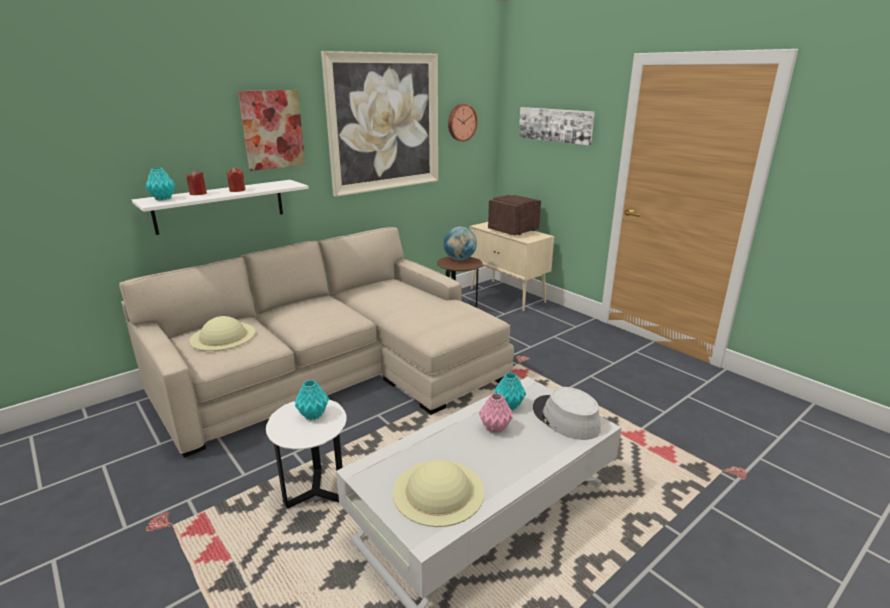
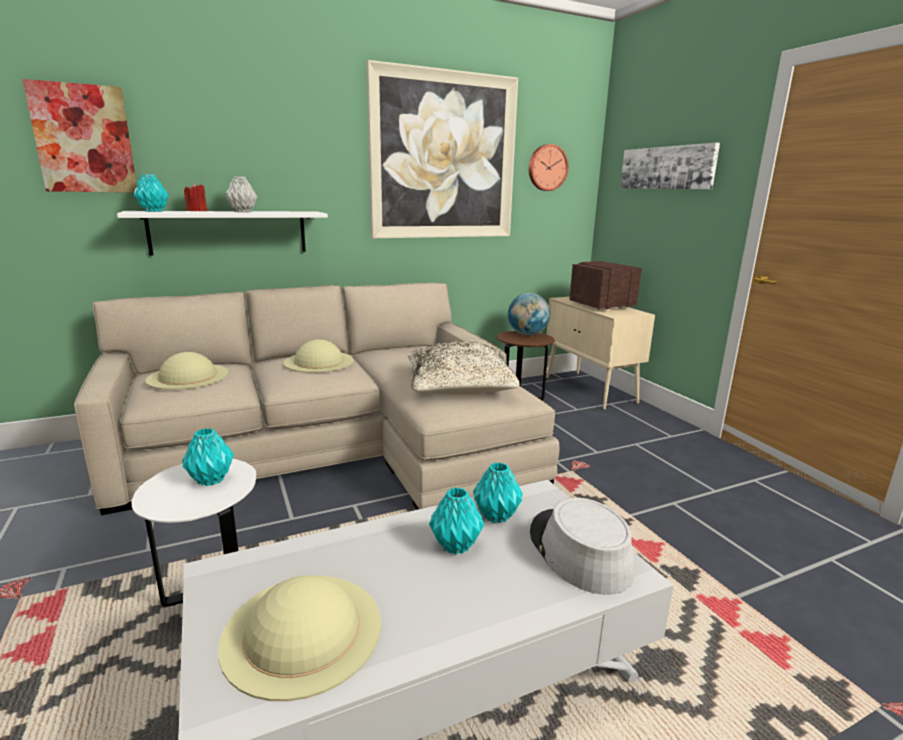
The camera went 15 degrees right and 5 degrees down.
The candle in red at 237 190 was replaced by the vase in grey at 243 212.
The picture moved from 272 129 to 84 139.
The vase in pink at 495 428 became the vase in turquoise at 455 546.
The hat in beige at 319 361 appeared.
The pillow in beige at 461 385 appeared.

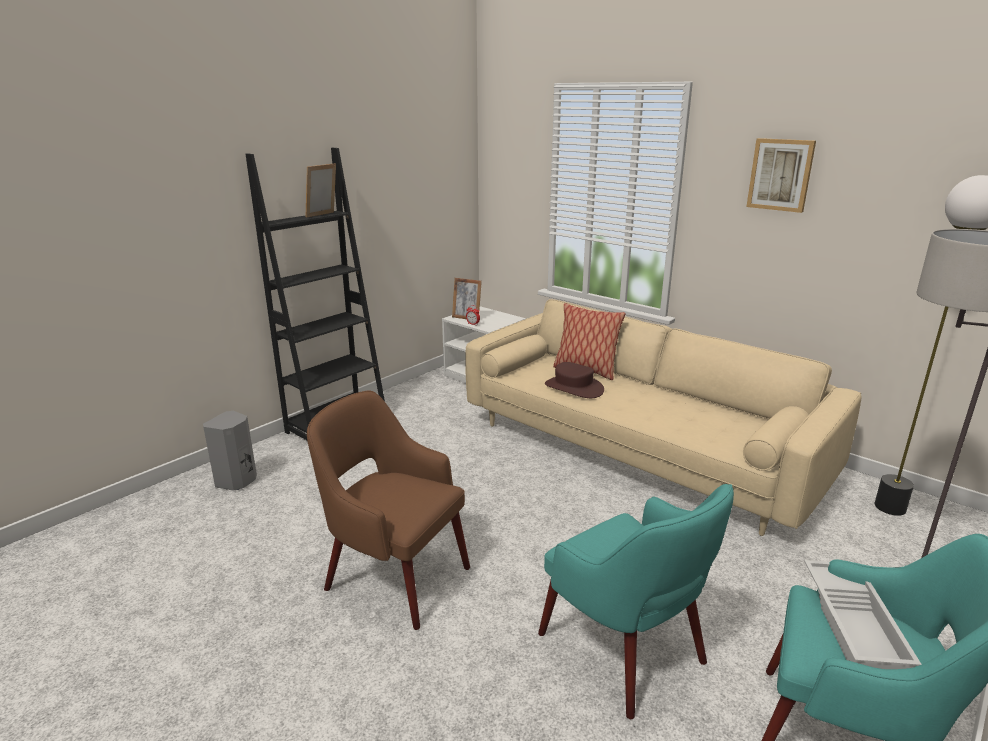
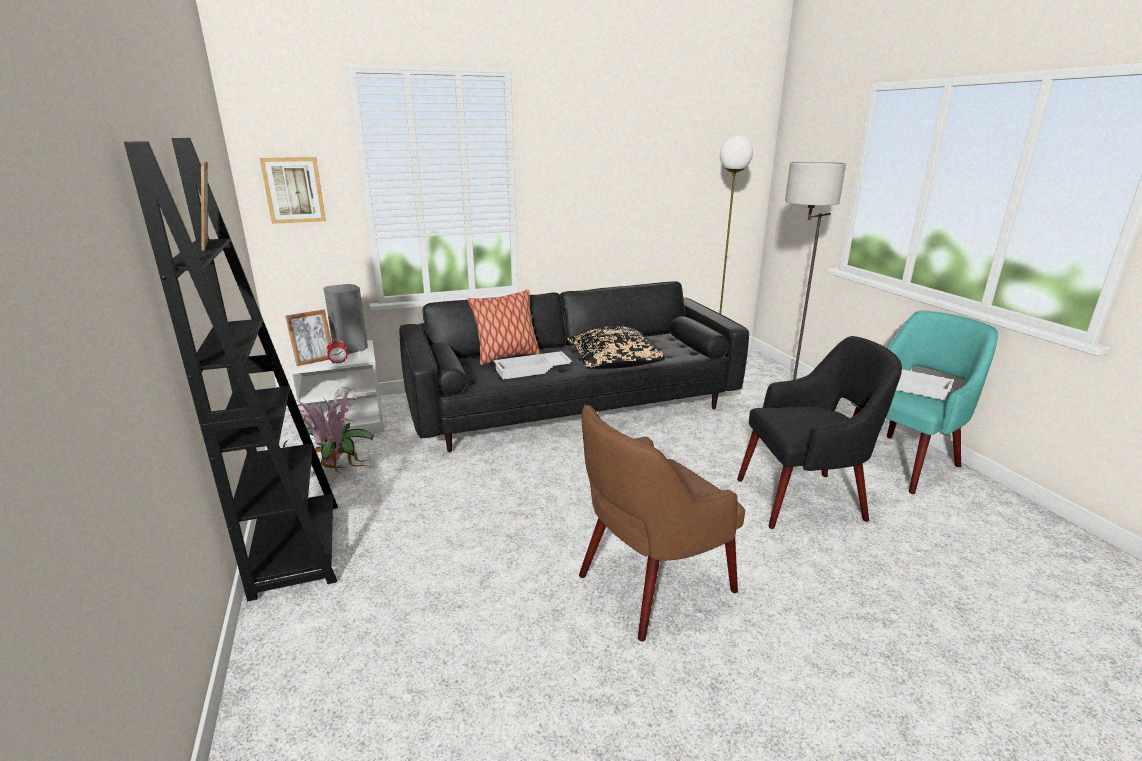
The camera went 60 degrees left and 0 degrees up.
The speaker in grey moved from 237 481 to 351 349.
The sofa in beige at 638 449 became the sofa in black at 572 405.
The armchair in turquoise at 624 650 became the armchair in black at 803 499.
The hat in brown at 573 388 was replaced by the tray in white at 532 370.
The picture moved from 780 175 to 294 190.
The potted plant at 334 470 appeared.
The pillow in black at 615 360 appeared.

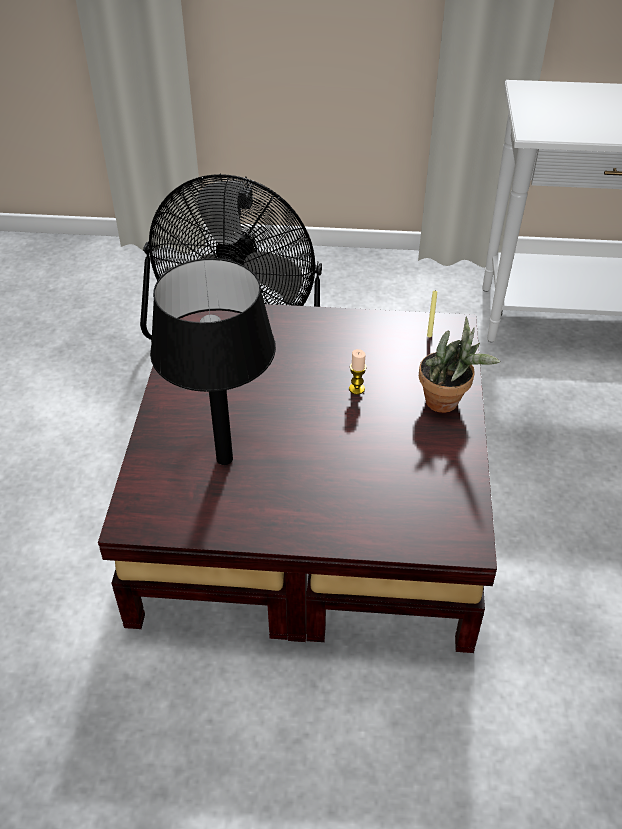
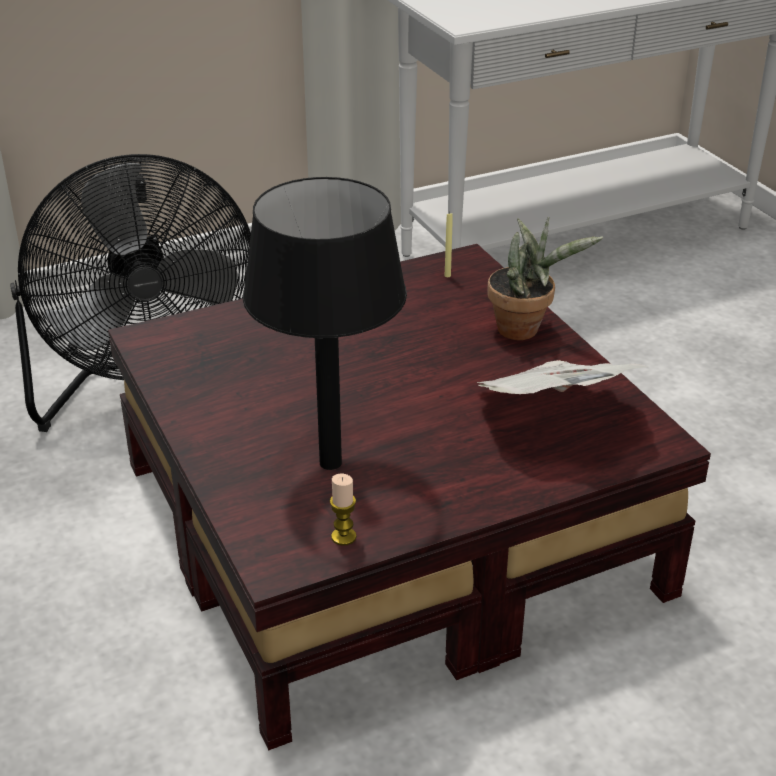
The camera went 30 degrees left and 10 degrees down.
The candle moved from 356 389 to 343 537.
The newspaper at 555 412 appeared.

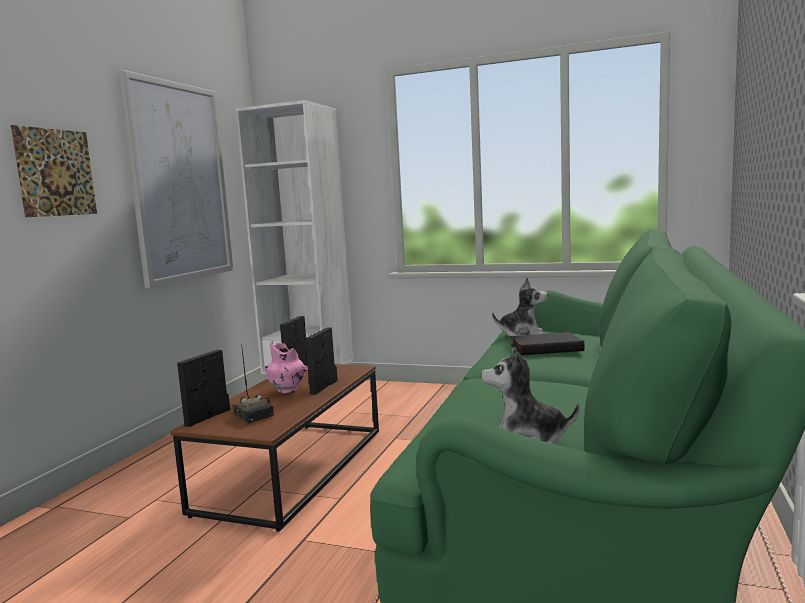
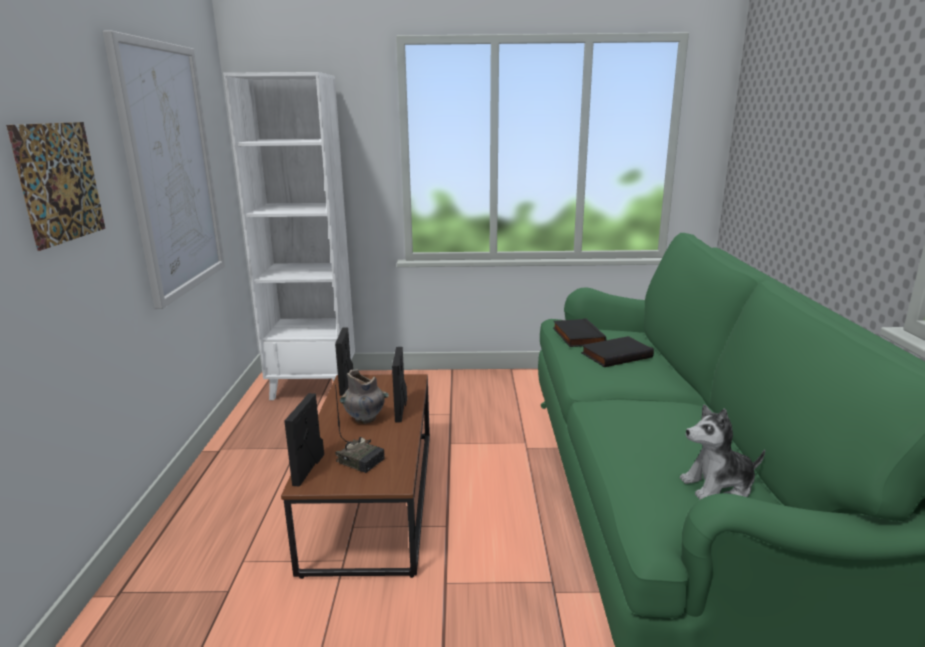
The camera went 20 degrees left and 10 degrees up.
The vase in pink at 288 390 became the vase in grey at 365 419.
The plush toy at 522 334 was replaced by the book in black at 576 336.

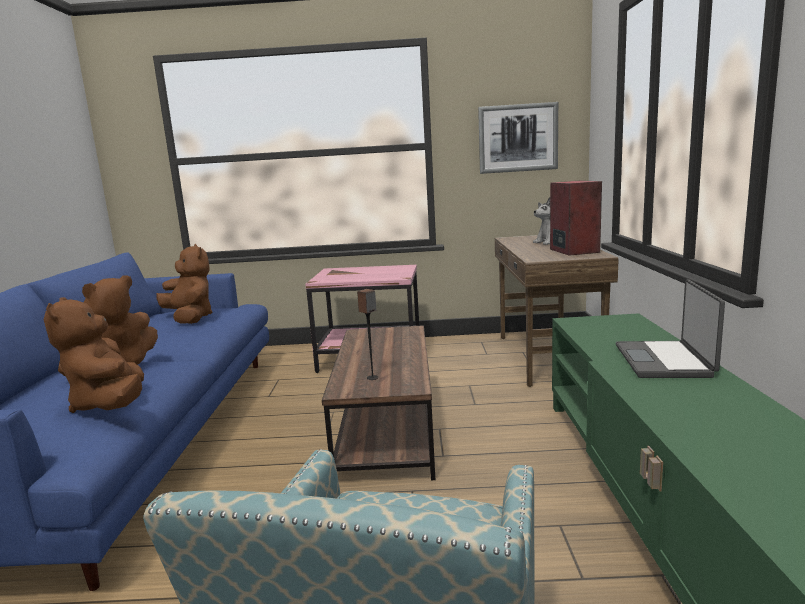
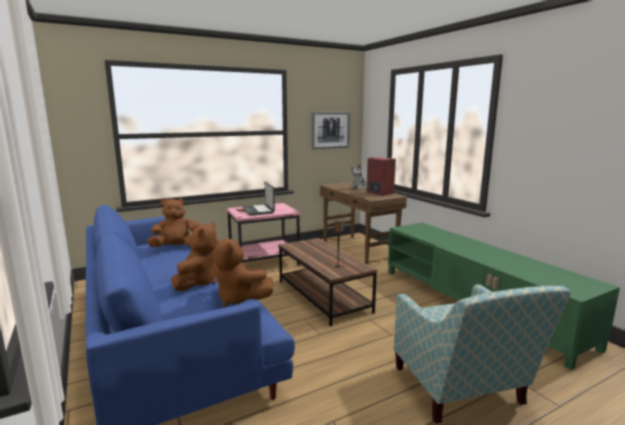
The camera went 30 degrees left and 0 degrees up.
The plush toy in brown at 190 318 turned 45 degrees counterclockwise.
The laptop moved from 665 361 to 259 211.

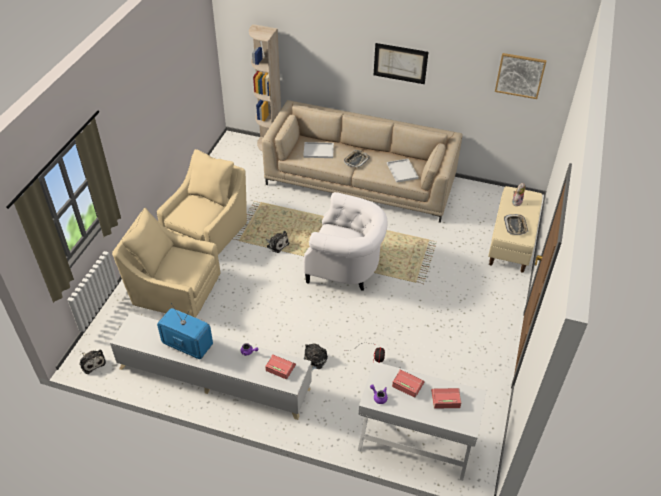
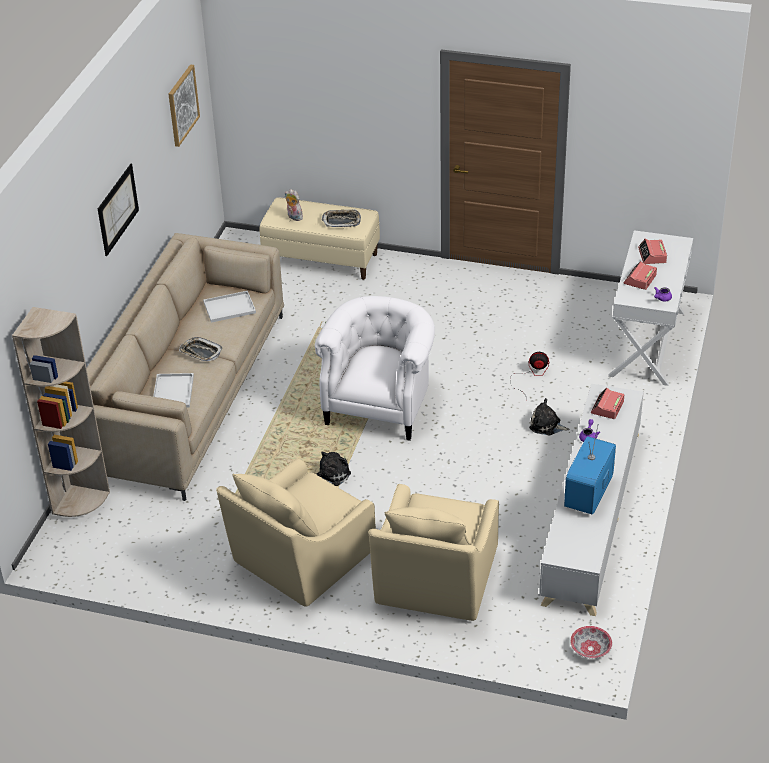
The camera went 90 degrees left and 5 degrees down.
The plush toy at 92 362 was replaced by the bowl at 590 649.
The armchair in beige at 207 230 turned 75 degrees counterclockwise.

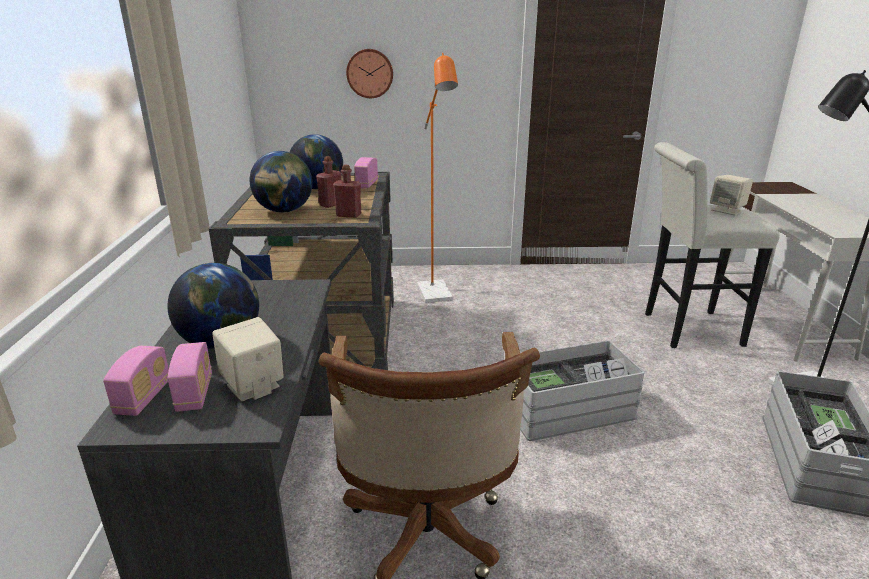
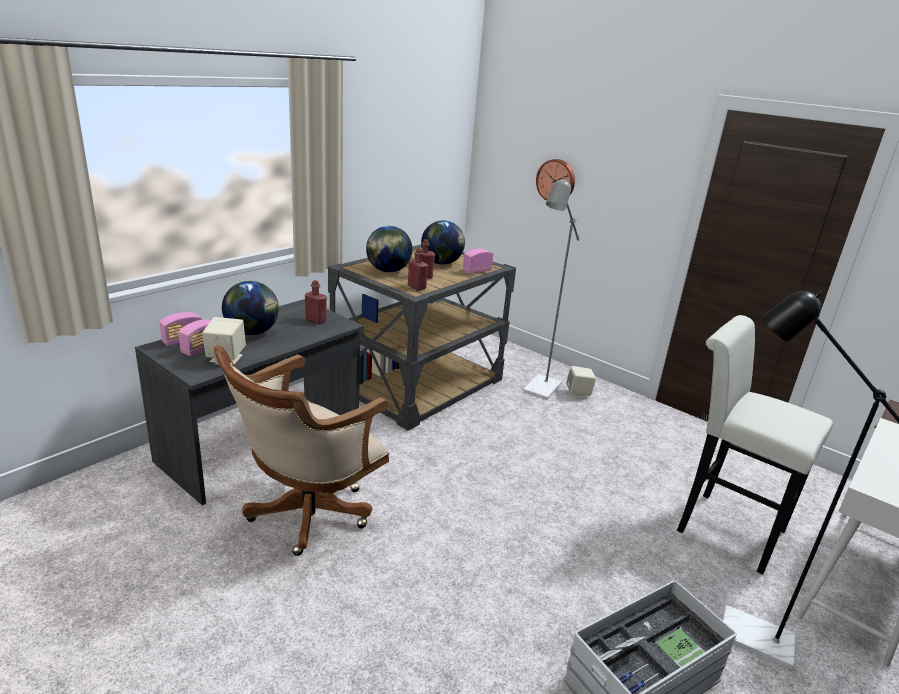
The camera went 40 degrees right and 0 degrees up.
The floor lamp in orange at 436 296 became the floor lamp in grey at 539 391.
The storage box in grey at 568 409 disappeared.
The speaker in beige moved from 727 210 to 578 394.
The bottle in red at 316 320 appeared.

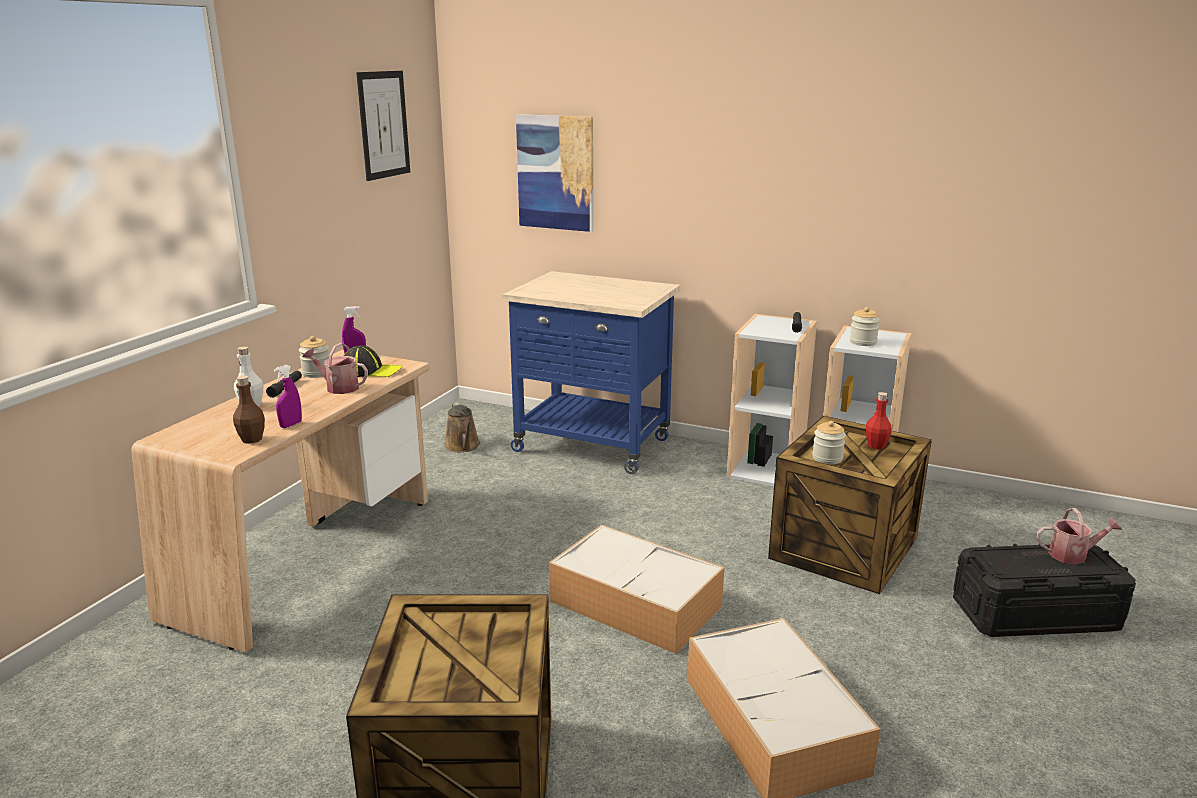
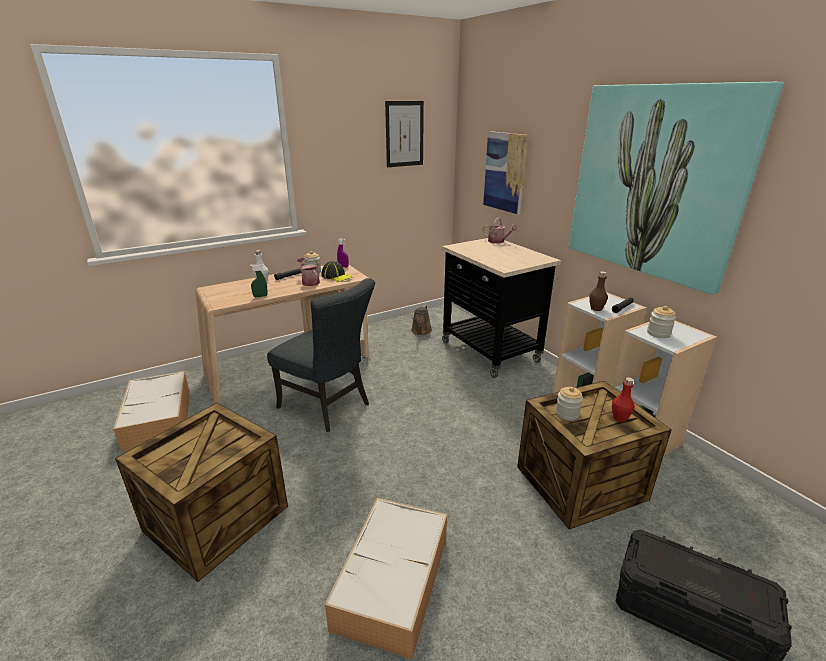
The camera went 35 degrees right and 5 degrees up.
The bottle in brown moved from 252 439 to 596 308.
The spray bottle in purple at 291 425 became the spray bottle in green at 260 296.
The cart in blue at 593 445 became the cart in black at 490 352.
The storage box moved from 637 604 to 159 419.
The watering can moved from 1072 555 to 498 241.
The chair in grey at 329 406 appeared.
The picture at 656 183 appeared.

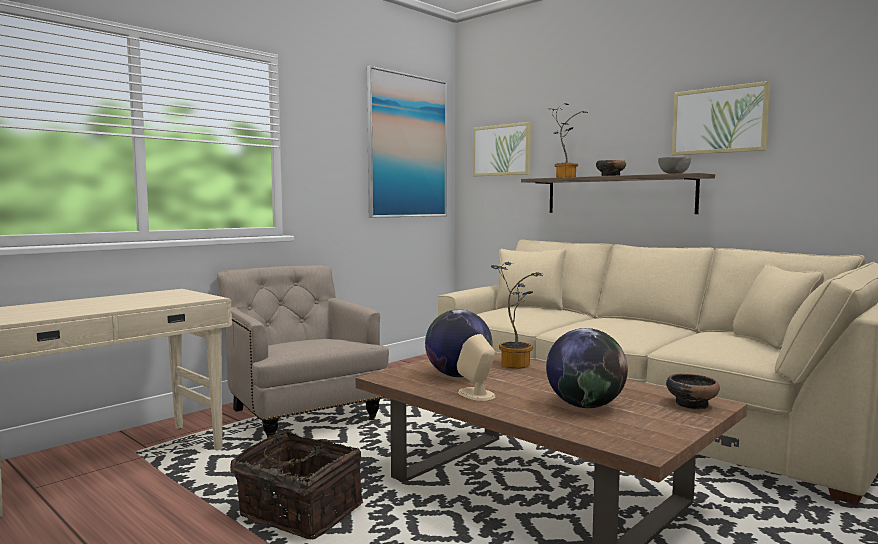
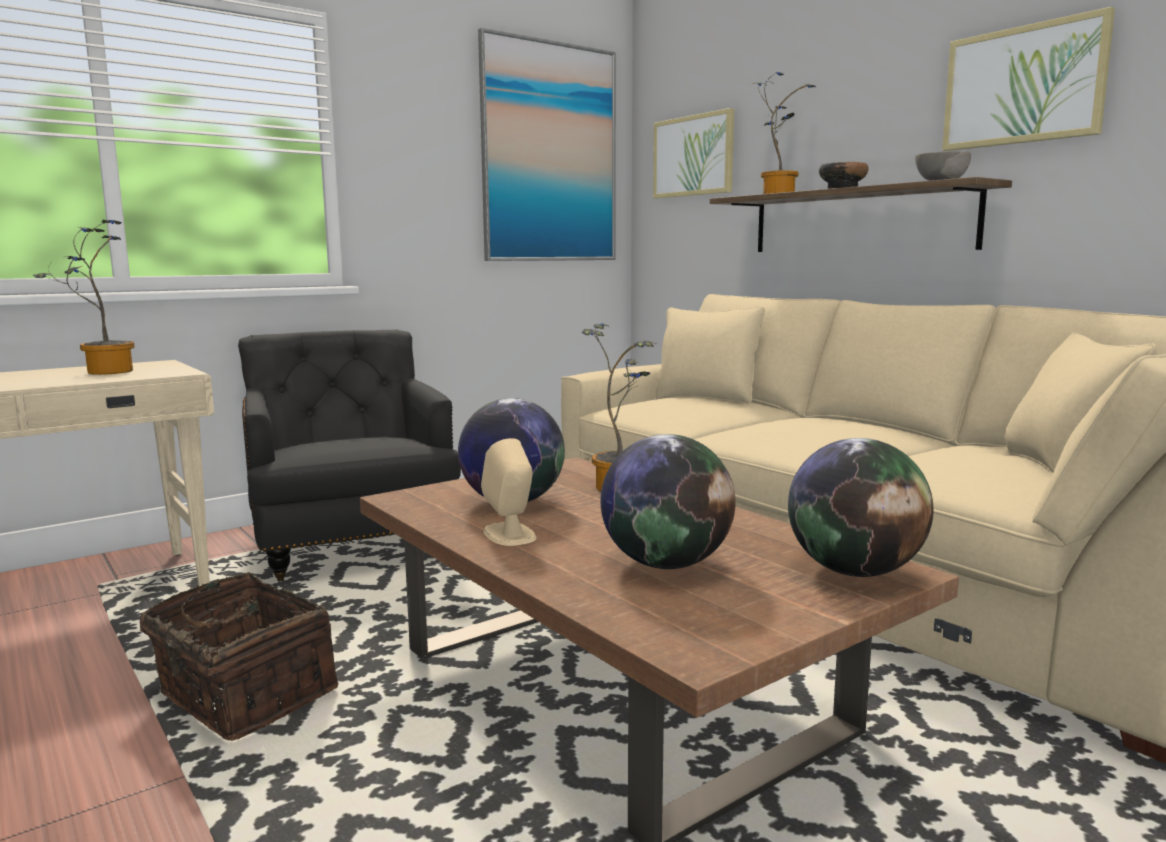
The camera went 10 degrees right and 5 degrees up.
The armchair in beige at 300 413 became the armchair in black at 351 541.
The bowl at 691 404 was replaced by the globe at 854 571.
The potted plant at 103 372 appeared.

